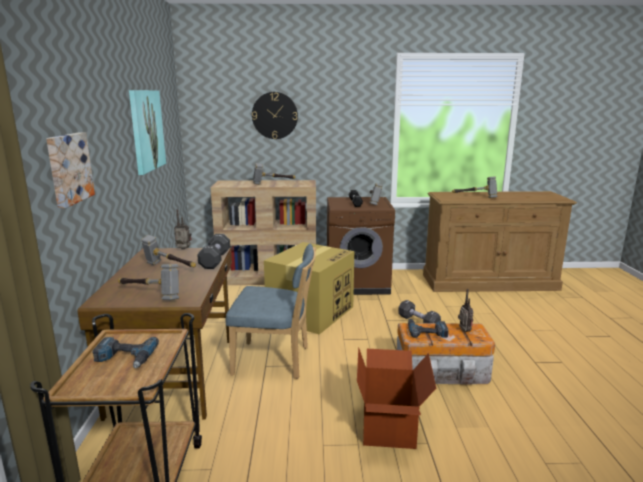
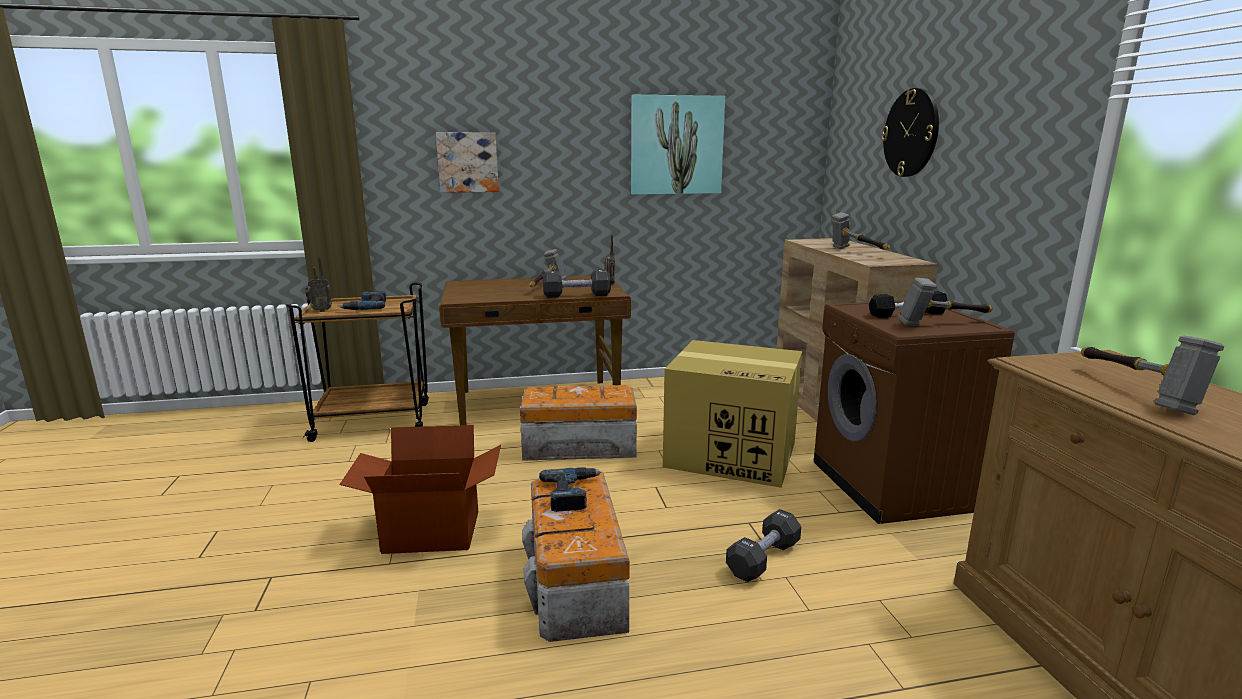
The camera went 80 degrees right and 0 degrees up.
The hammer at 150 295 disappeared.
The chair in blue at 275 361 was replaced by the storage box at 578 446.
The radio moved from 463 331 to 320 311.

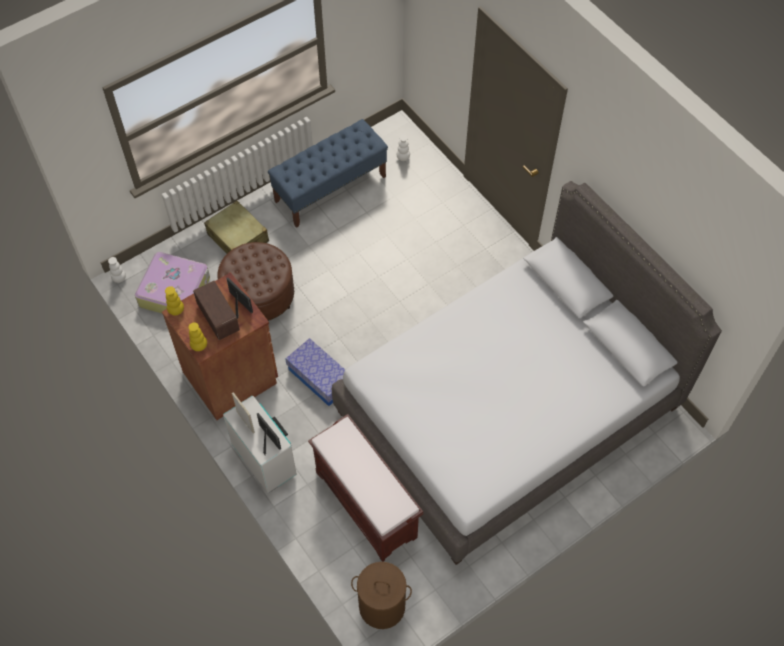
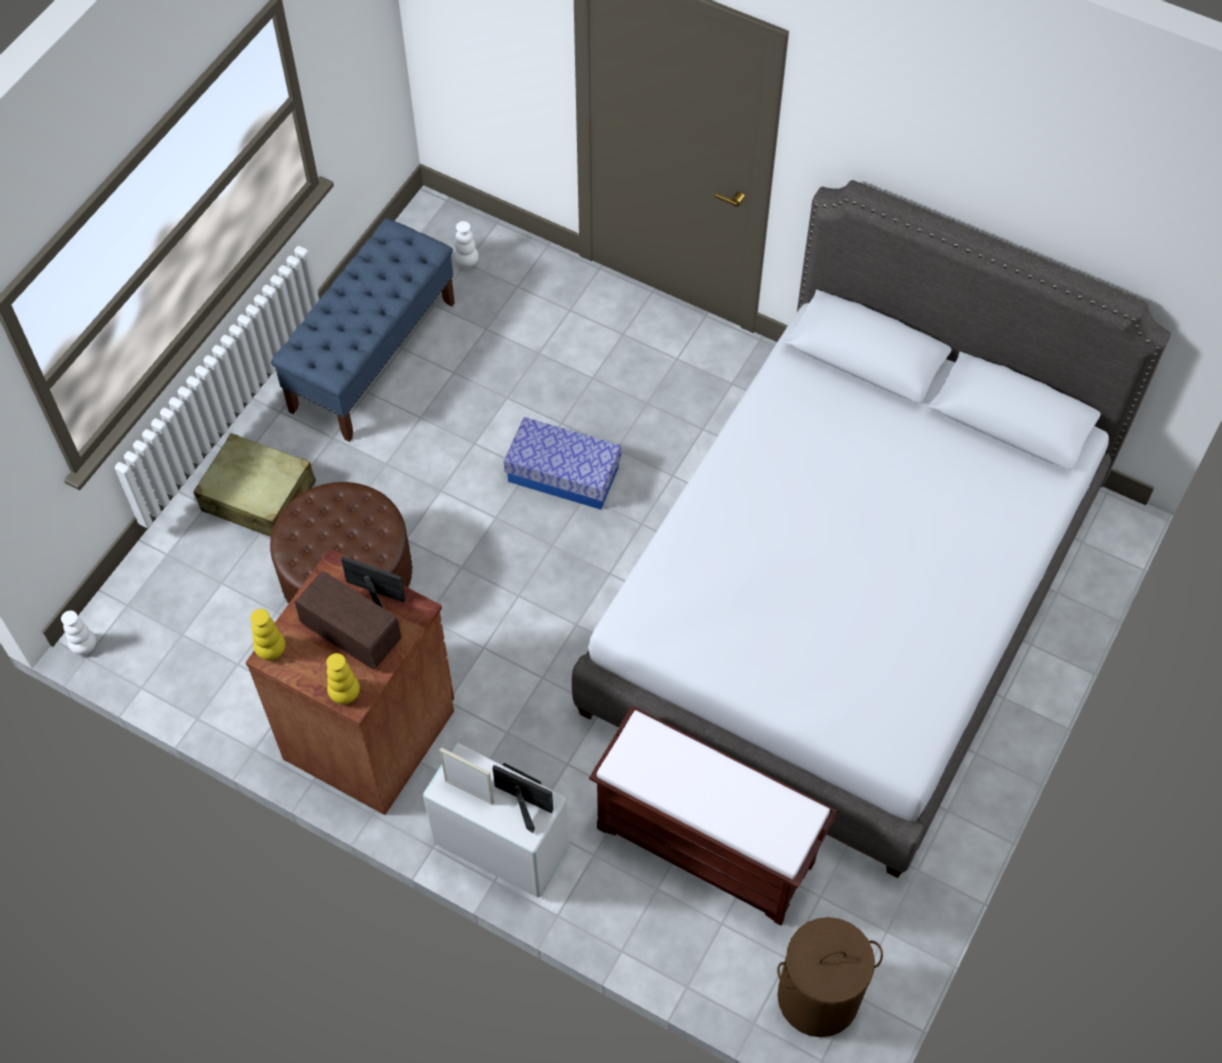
The camera went 25 degrees left and 0 degrees up.
The suitcase at 176 291 disappeared.
The storage box moved from 320 378 to 563 474.

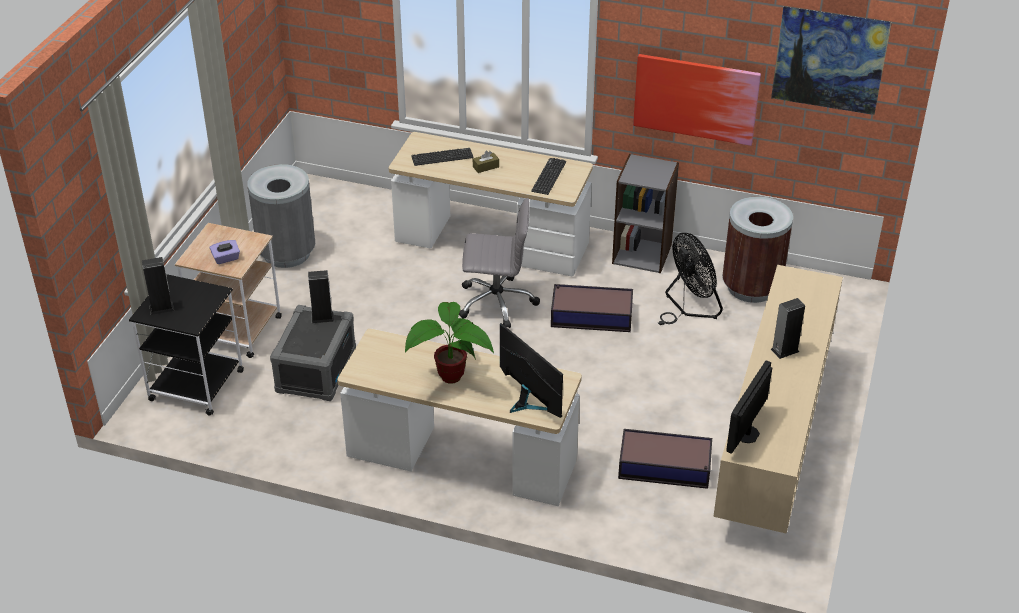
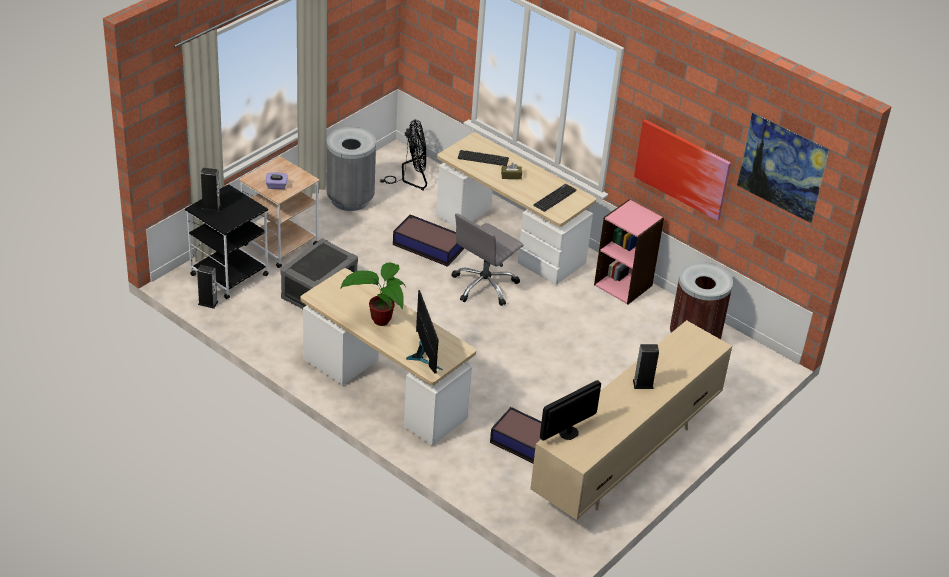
The camera went 20 degrees right and 0 degrees up.
The speaker moved from 322 317 to 208 303.
The office chair in grey at 497 302 turned 105 degrees clockwise.
The storage box moved from 590 316 to 427 246.
The bookcase in grey at 642 253 became the bookcase in pink at 623 285.
The fan in black moved from 685 303 to 410 175.

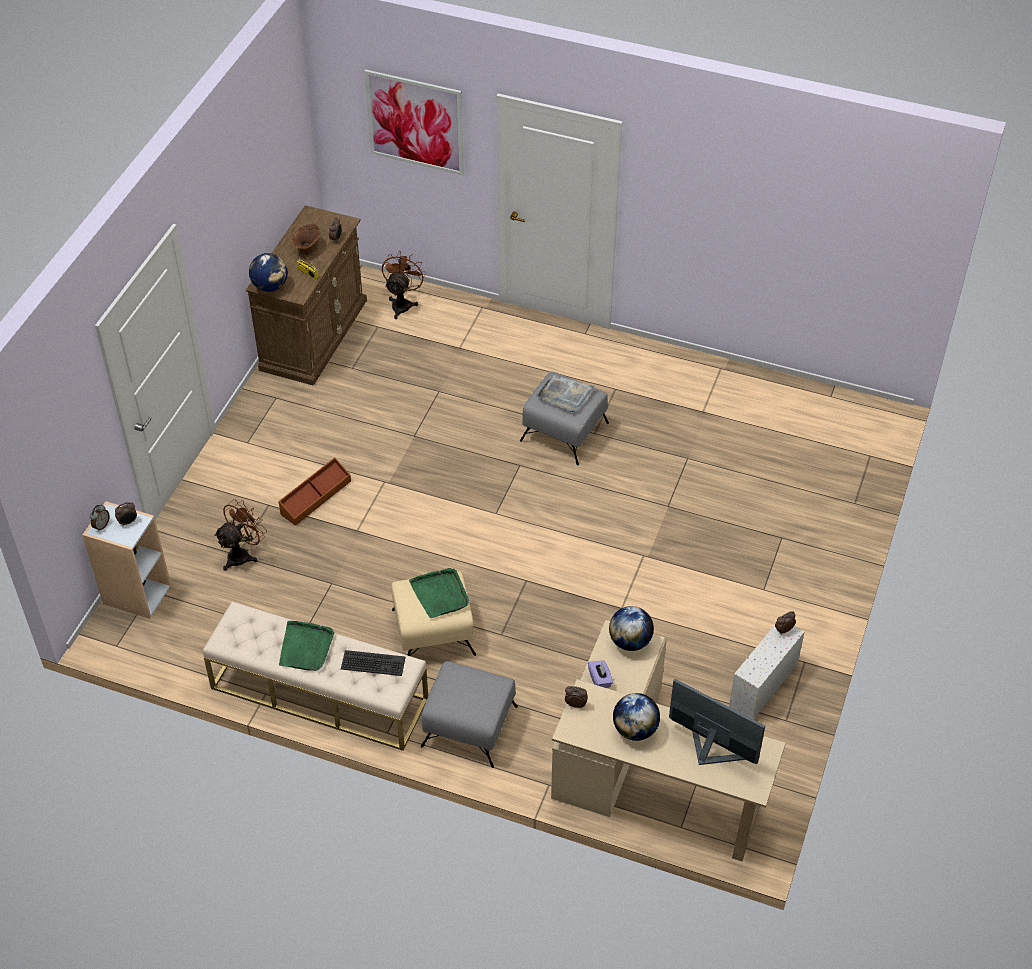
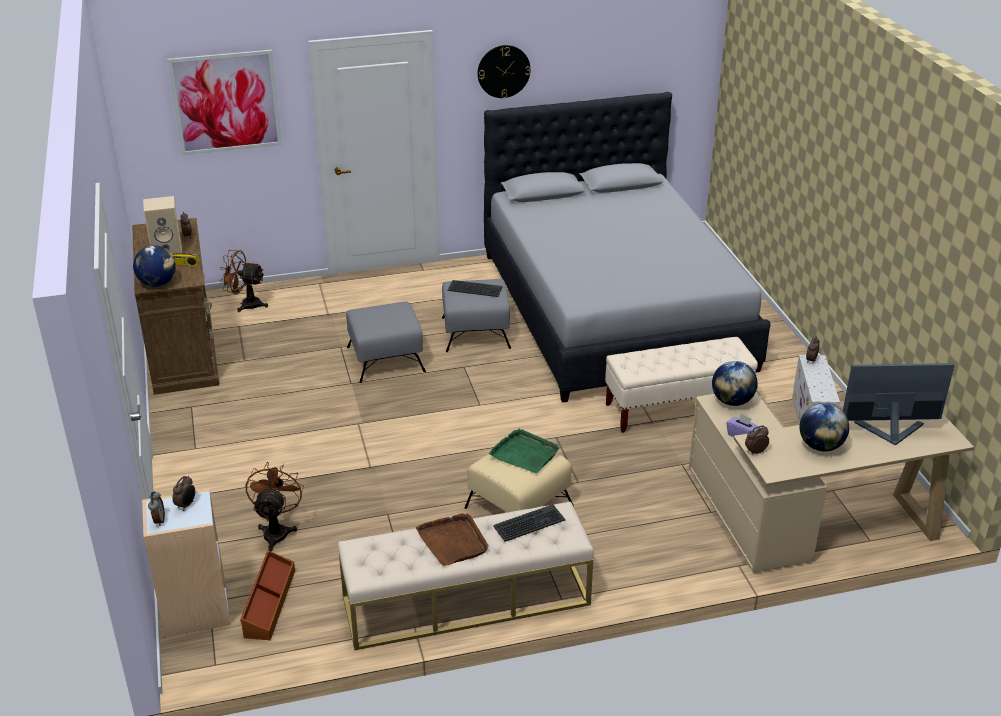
The camera went 35 degrees left and 15 degrees down.
The storage box in brown moved from 315 497 to 268 603.
The tray in green at 306 648 became the tray in brown at 453 541.
The vase in brown at 308 249 was replaced by the speaker in beige at 167 249.
The fan in brown at 402 304 turned 60 degrees counterclockwise.
The ottoman in grey moved from 469 725 to 385 359.
The tray in grey at 565 395 was replaced by the keyboard at 474 289.
The wall clock at 503 71 appeared.
The bed in grey at 613 309 appeared.
The bench in beige at 677 408 appeared.

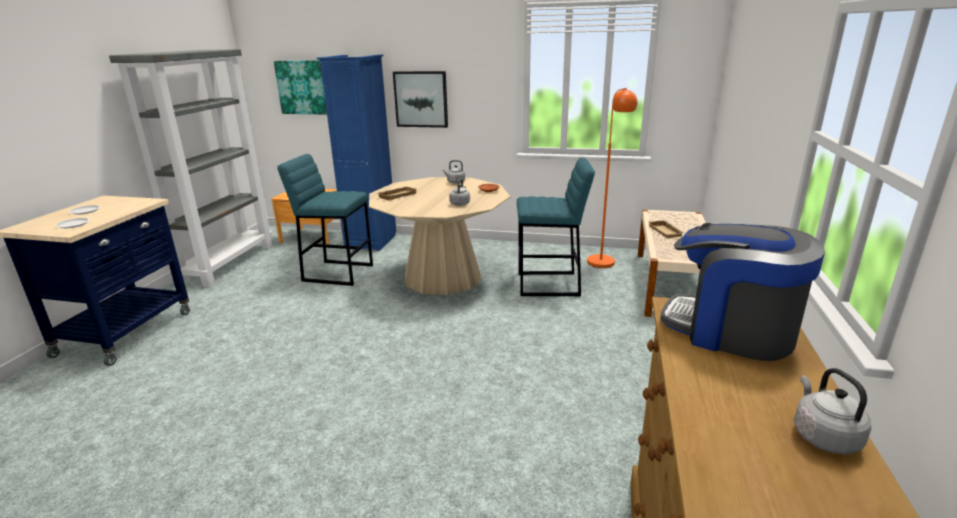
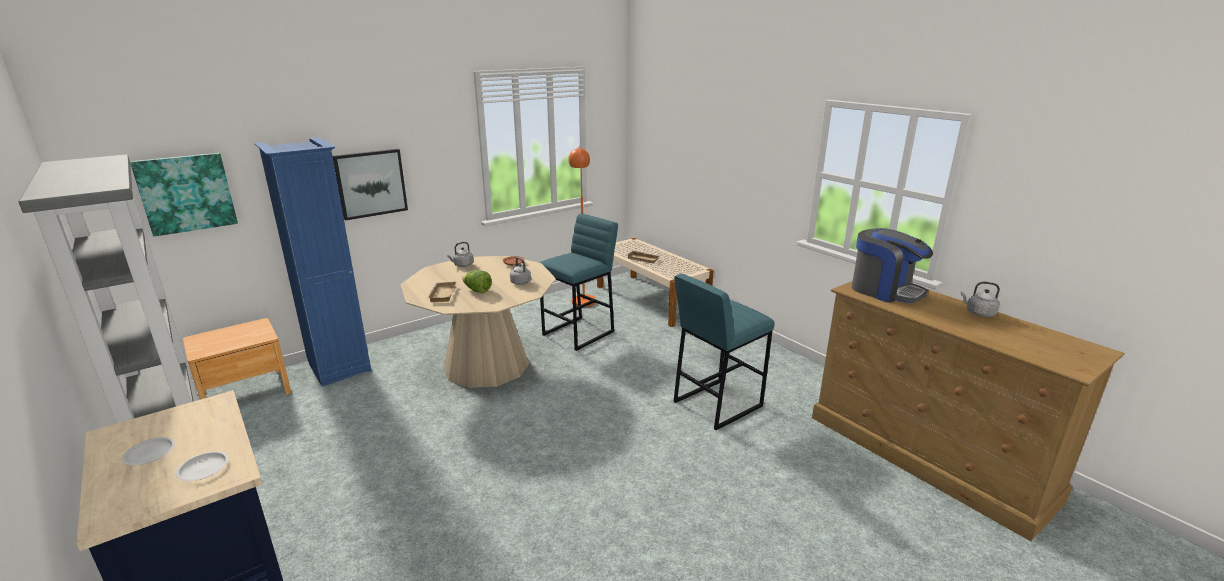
The camera went 50 degrees left and 0 degrees up.
The stool in turquoise moved from 336 273 to 716 405.
The coffee machine at 730 330 turned 120 degrees counterclockwise.
The lettuce at 477 290 appeared.

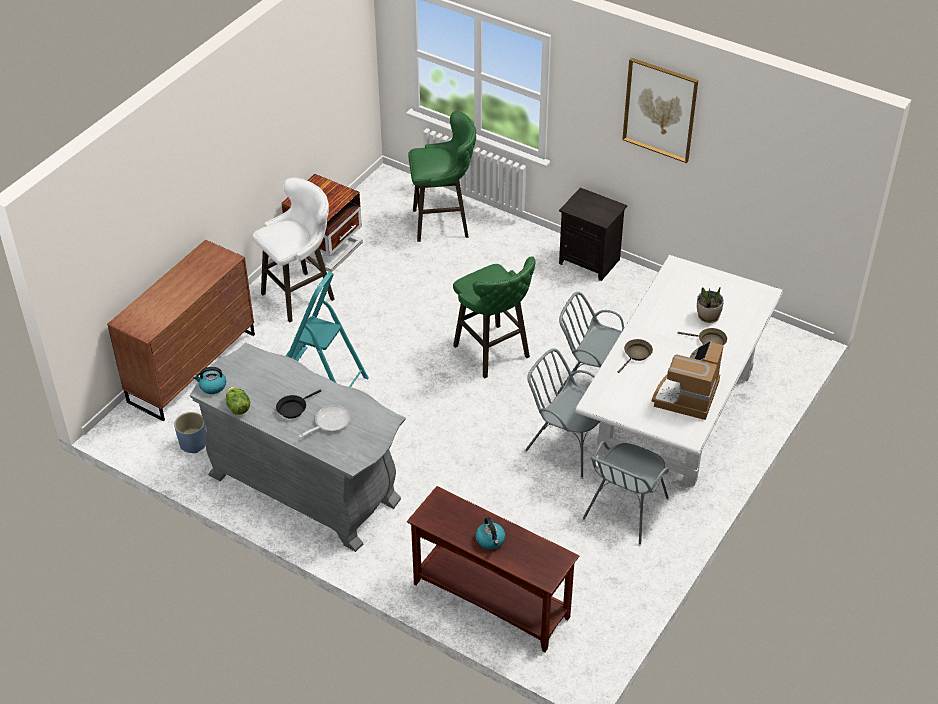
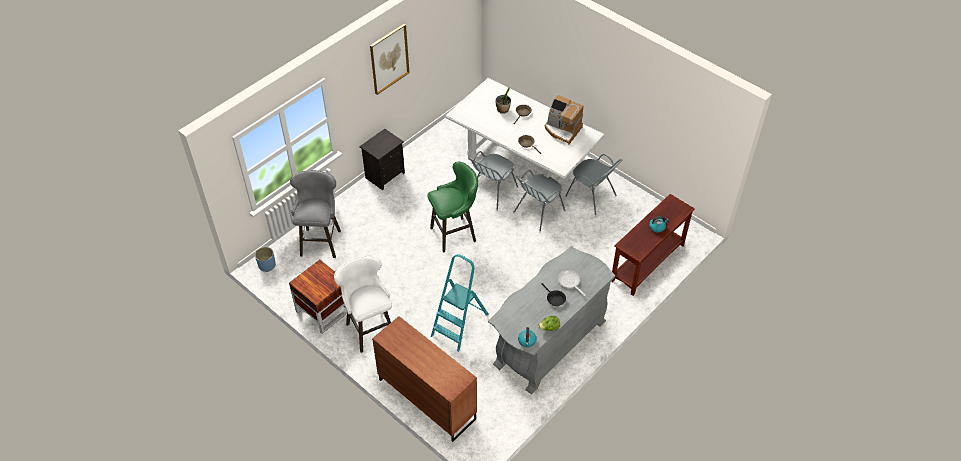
The camera went 80 degrees left and 5 degrees up.
The planter in blue moved from 193 444 to 267 265.
The stool in green at 443 223 became the stool in grey at 321 241.

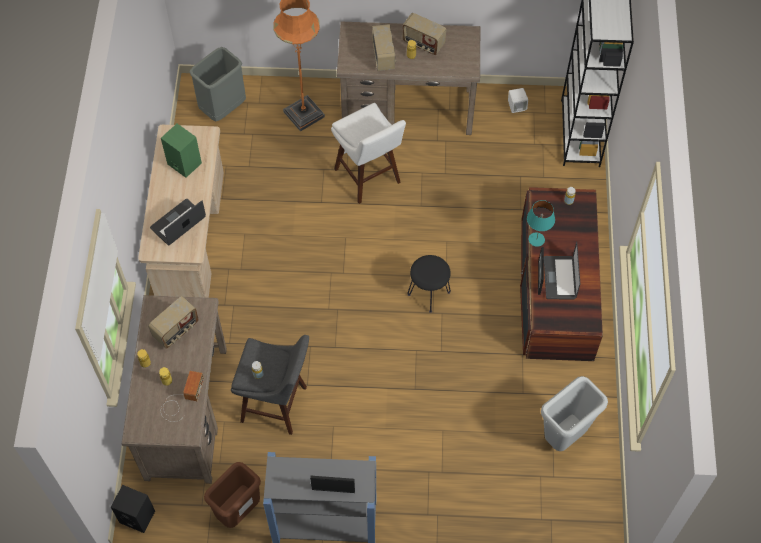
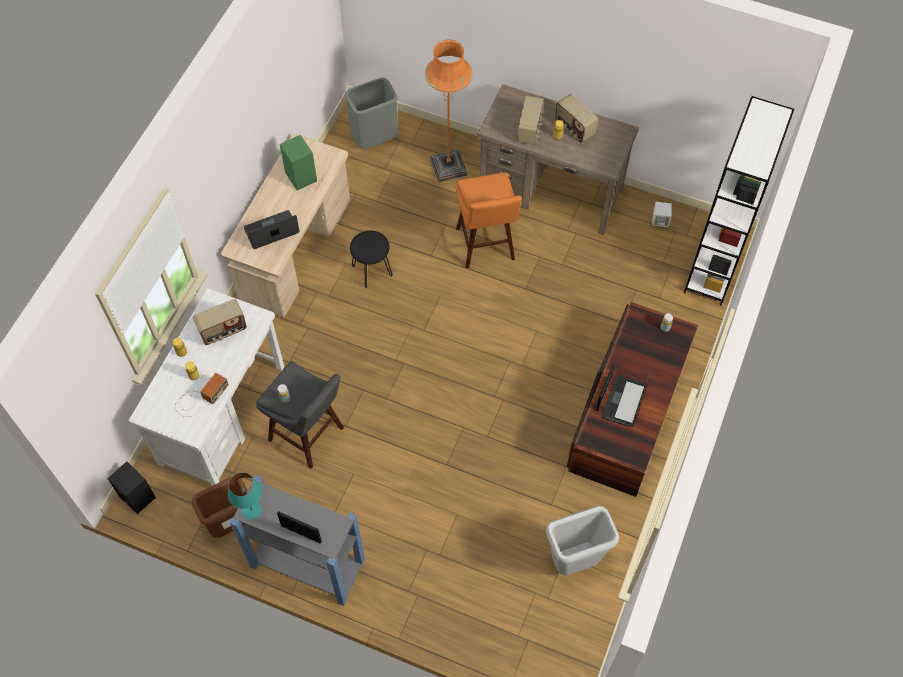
The camera went 20 degrees right and 0 degrees up.
The desk in brown at 185 412 became the desk in white at 221 414.
The stool in white at 369 178 became the stool in orange at 486 246.
The stool in black moved from 428 293 to 372 270.
The table lamp in turquoise moved from 536 239 to 251 510.

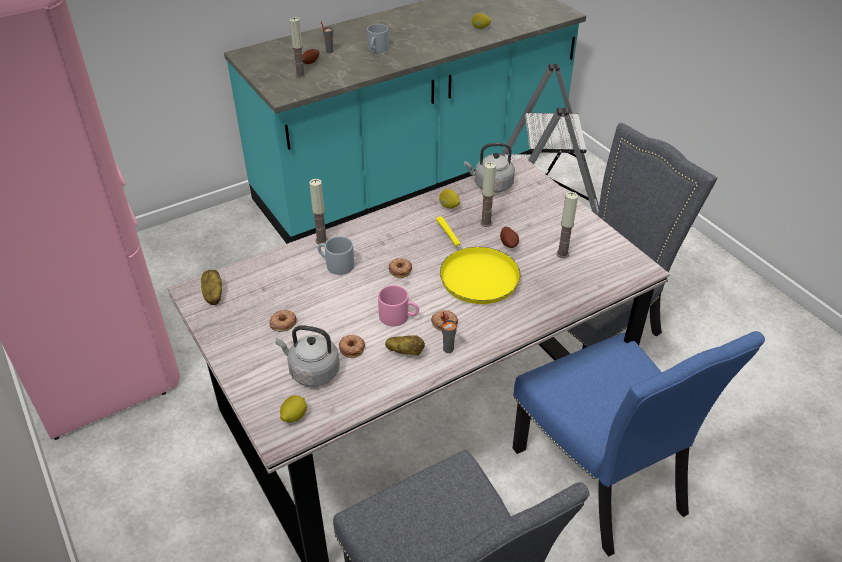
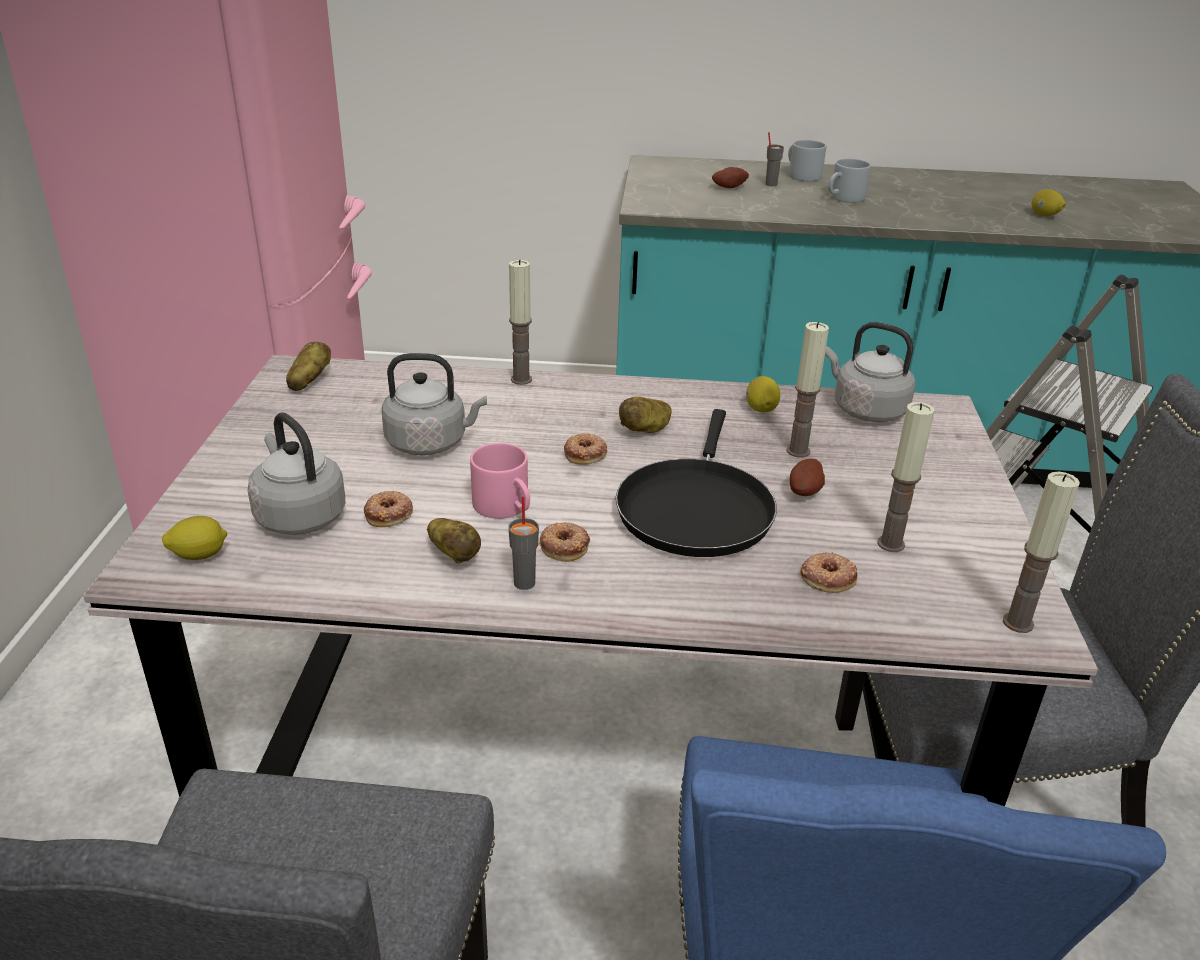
The camera went 35 degrees right and 10 degrees down.
The donut moved from 283 322 to 827 577.
The candle moved from 300 75 to 1018 623.
The mug in grey moved from 335 264 to 800 175.
The frying pan in yellow at 476 275 became the frying pan in black at 695 509.
The kettle in grey at 431 443 appeared.
The potato at 646 430 appeared.

